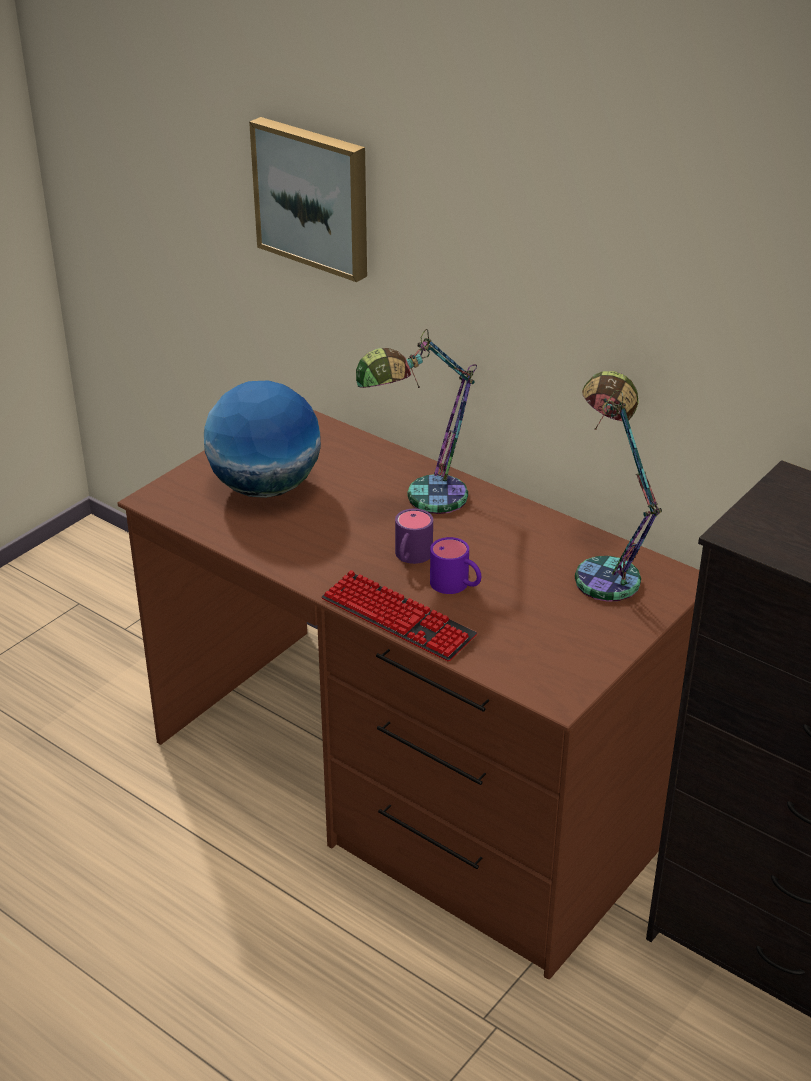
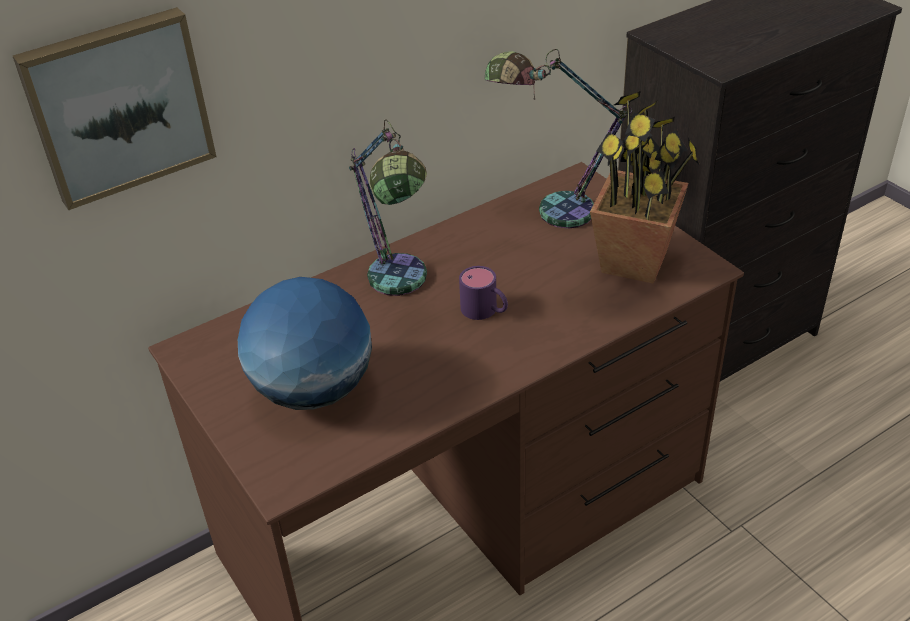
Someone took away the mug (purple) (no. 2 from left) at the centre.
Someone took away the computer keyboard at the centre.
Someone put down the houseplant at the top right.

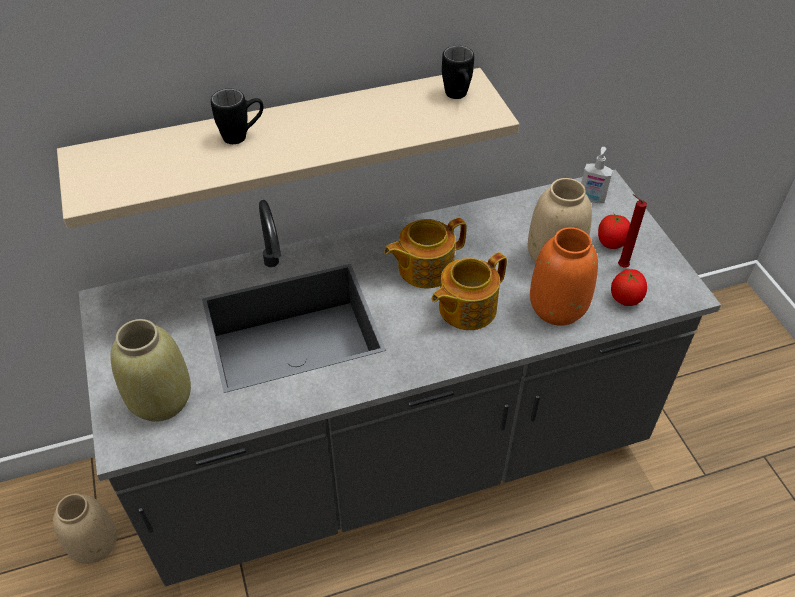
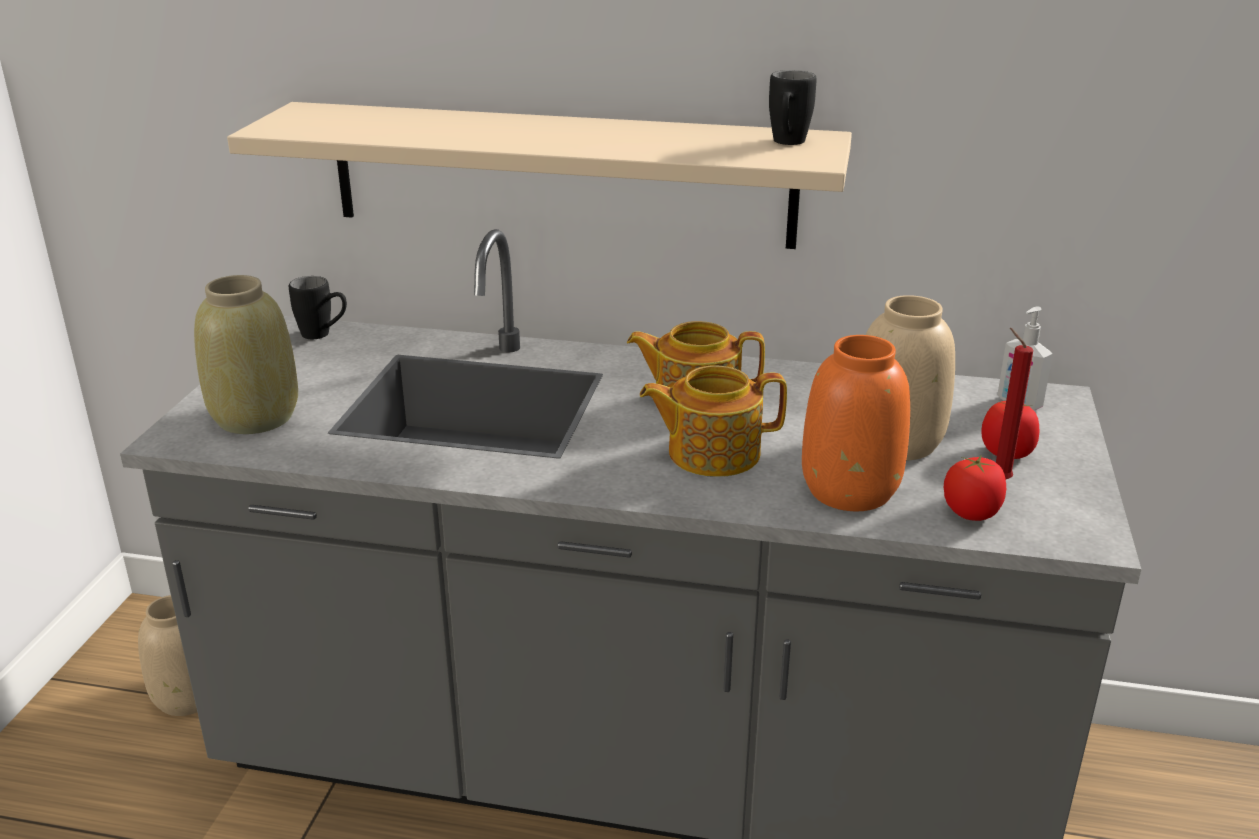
Someone carried the mug (blackish) (no. 1 from left) from the top left to the middle left.

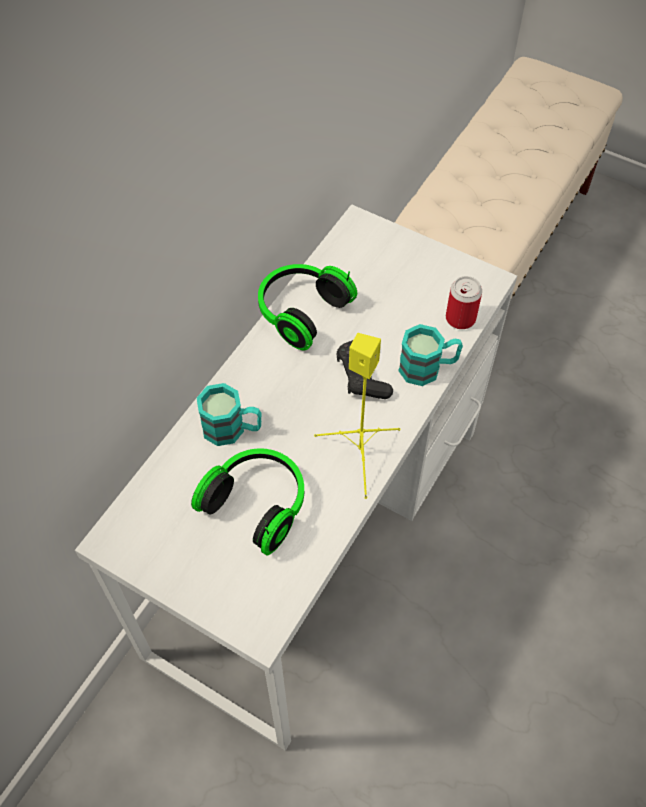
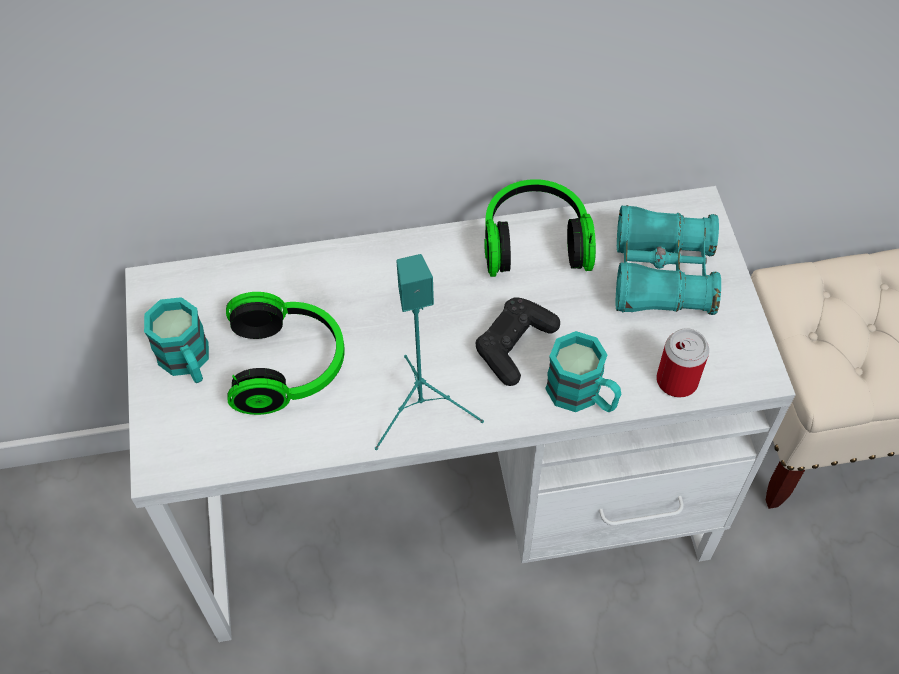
Someone repainted the loudspeaker (yellowish) at the centre, which became the loudspeaker (blue-green) at the centre.
Someone carried the mug (blue-green) (no. 1 from left) from the centre to the middle left.
Someone put down the pair of binoculars (blue-green) at the middle right.

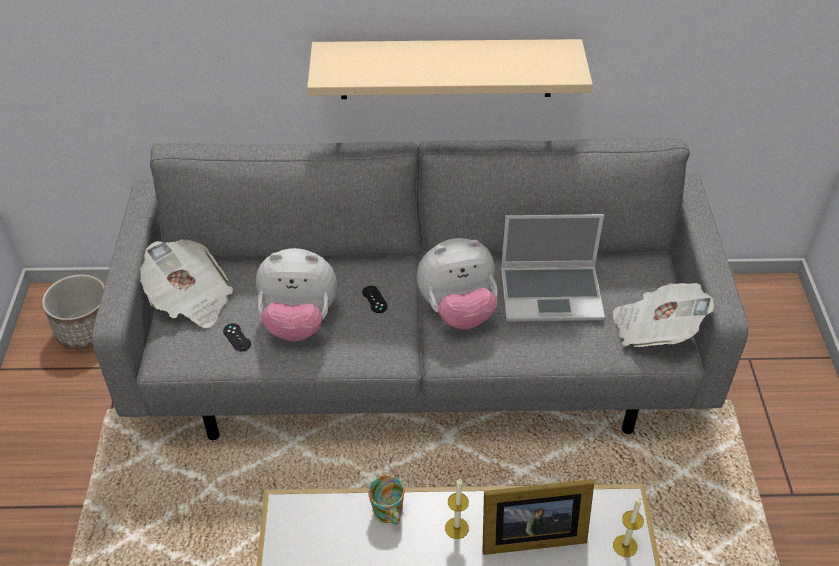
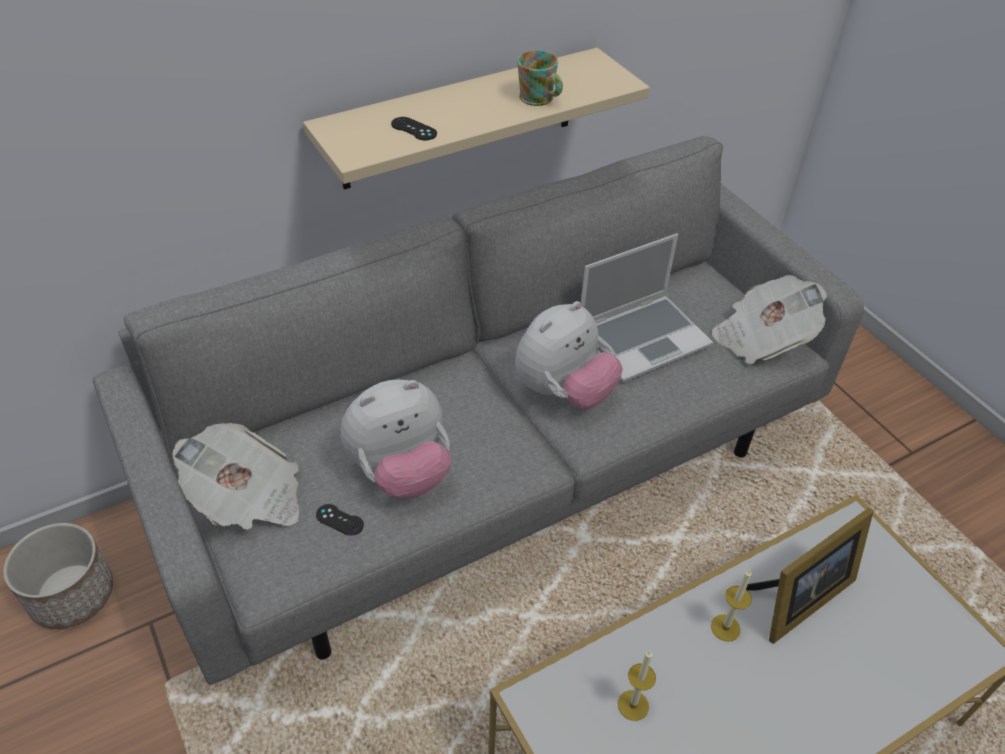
Someone carried the gamepad (blackish) (no. 2 from left) from the centre to the top centre.
Someone carried the mug from the bottom centre to the top centre.
Someone carried the candle (no. 2 from left in the first image) from the bottom right to the bottom centre.

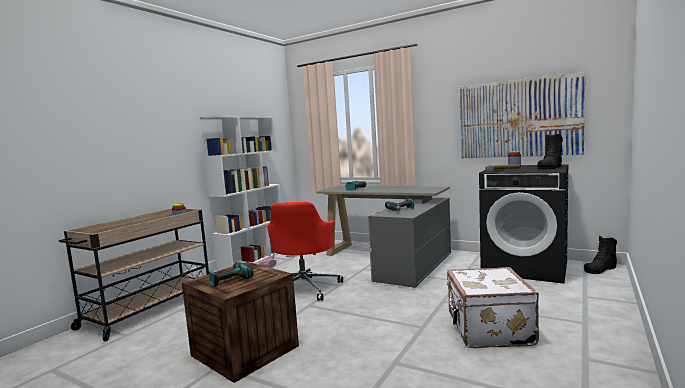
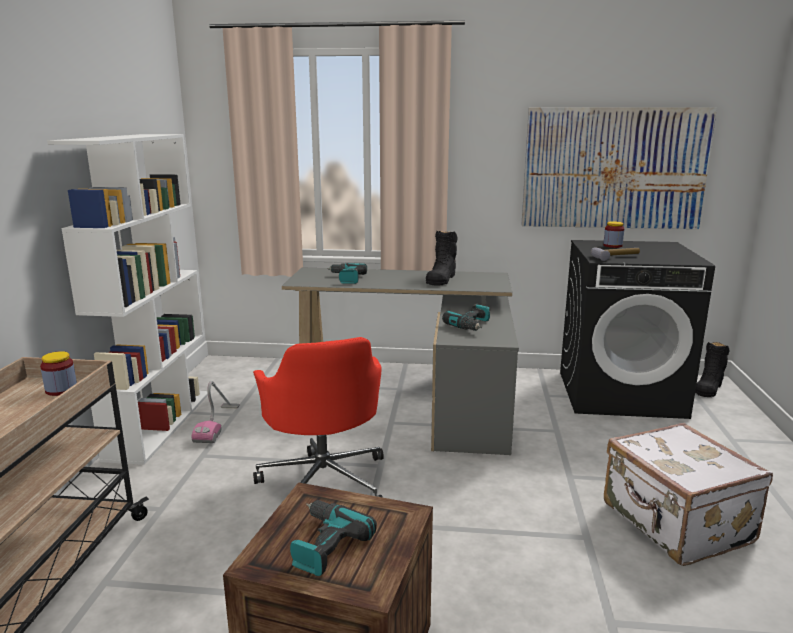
Someone carried the tall boot (blackish) (no. 1 from left) from the middle right to the centre.

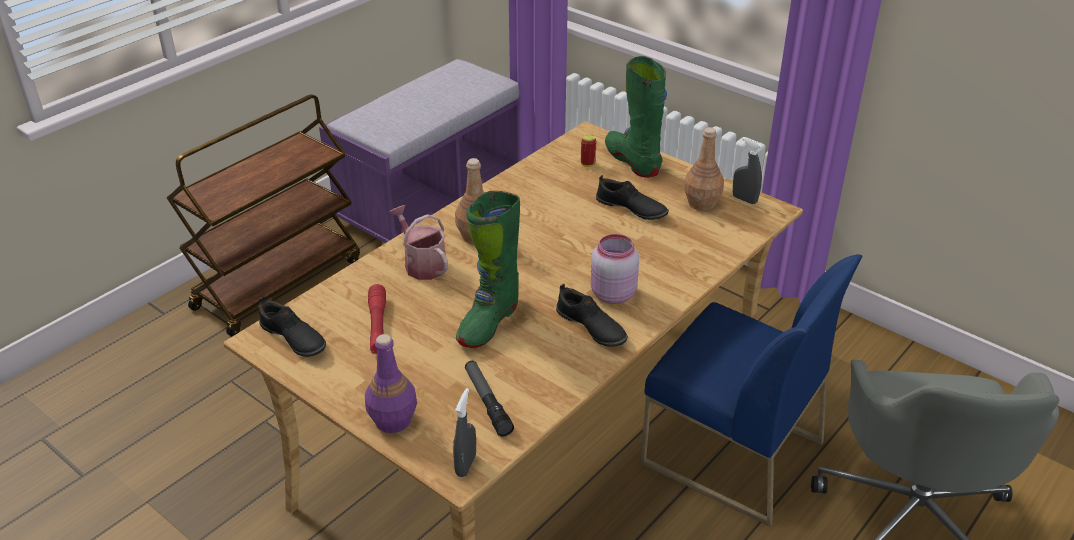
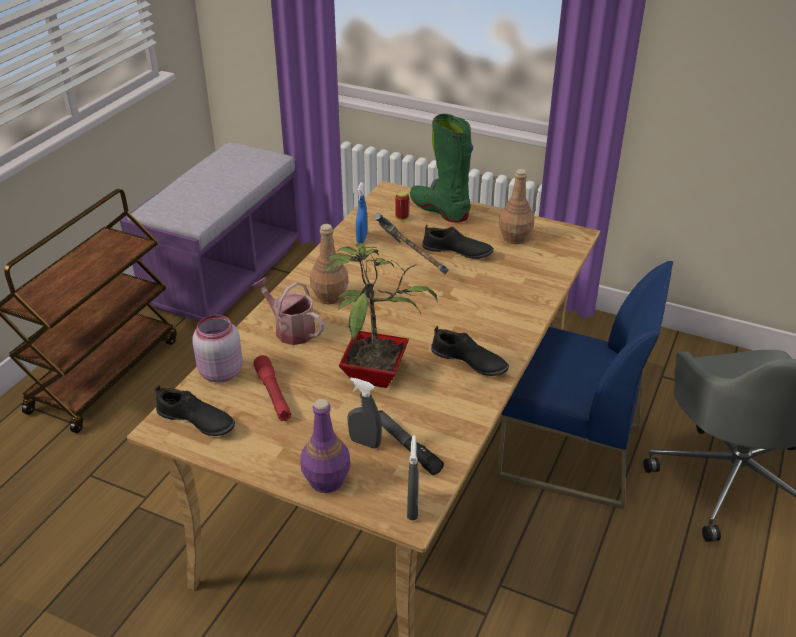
Someone carried the spray bottle (grey) (no. 2 from left in the first image) from the top right to the centre.
Someone swapped the tall boot (green) (no. 1 from left) at the centre for the houseplant at the centre.
Someone carried the storage jar (pink) from the centre to the middle left.
Someone put down the spray bottle (bluish) at the top centre.
Someone put down the hammer at the centre.

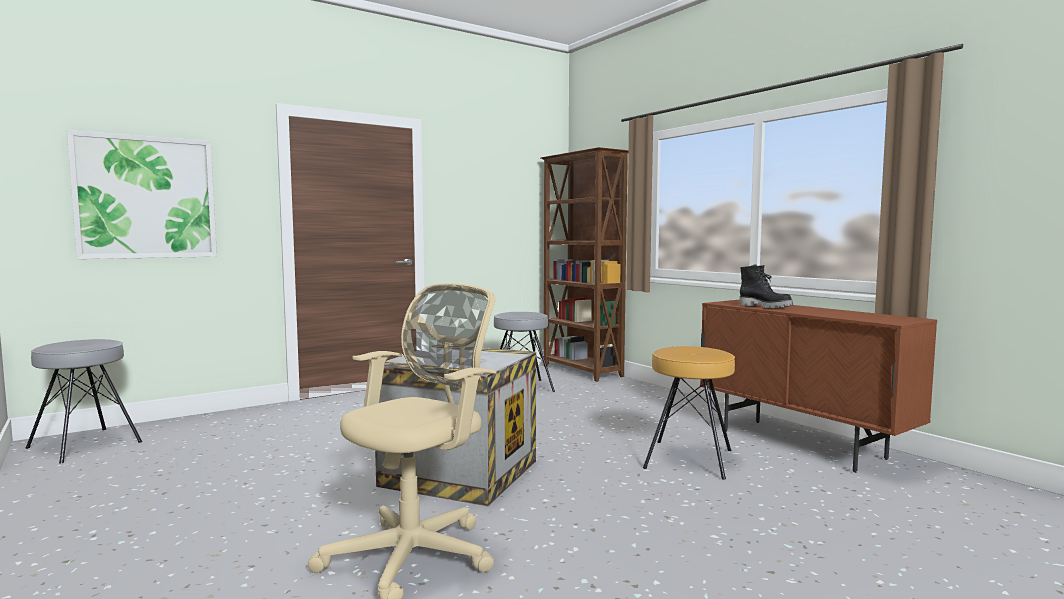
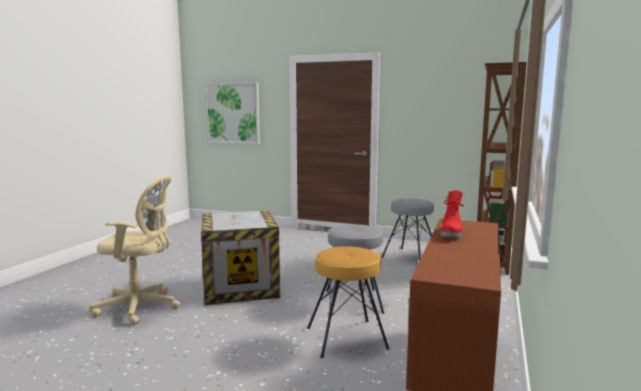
Someone repainted the tall boot (blackish) at the middle right, which became the tall boot (red) at the middle right.
Someone carried the sitting stool (grey) (no. 1 from left) from the bottom left to the bottom centre.

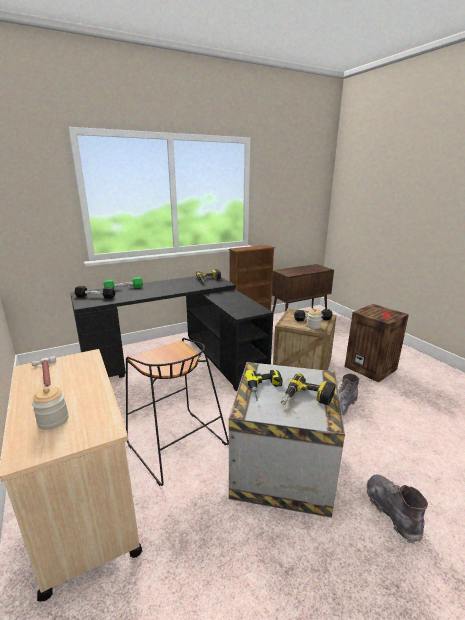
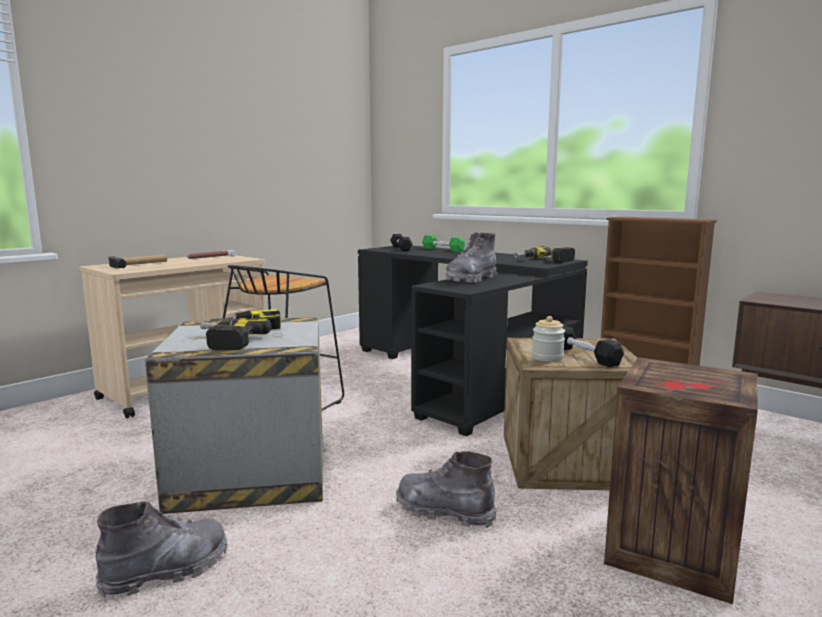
Someone swapped the storage jar (no. 1 from left) at the middle left for the hammer (no. 1 from left) at the middle left.
Someone put down the tall boot (grey) (no. 3 from left) at the centre.

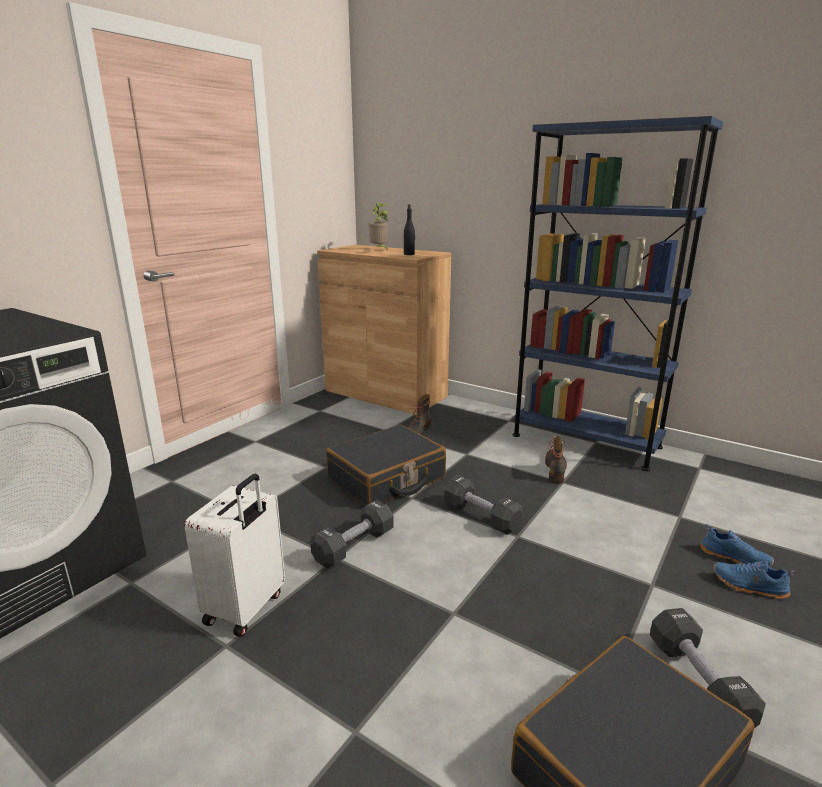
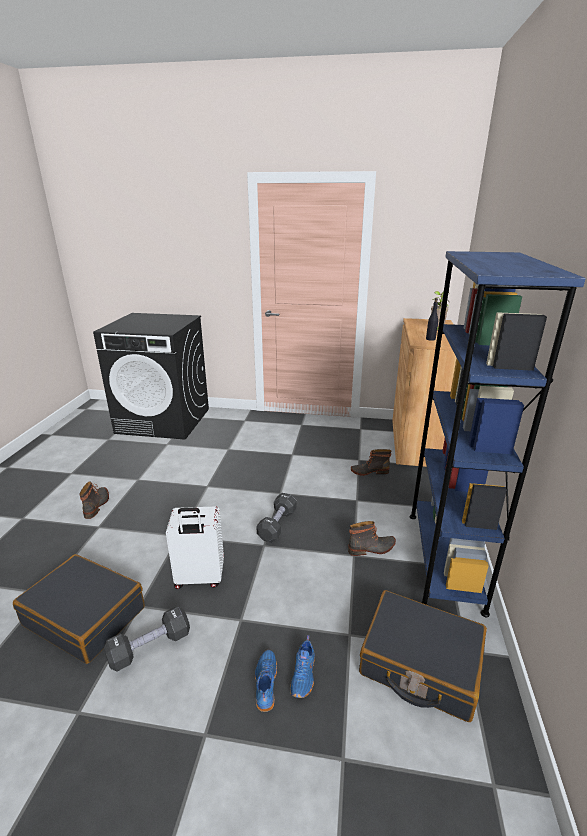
Someone carried the piece of luggage (blackish) (no. 1 from left in the first image) from the centre to the bottom right.
Someone carried the piece of luggage (white) from the bottom left to the middle left.
Someone took away the free weight (blackish) (no. 1 from left) at the bottom centre.
Someone put down the tall boot (no. 1 from left) at the middle left.

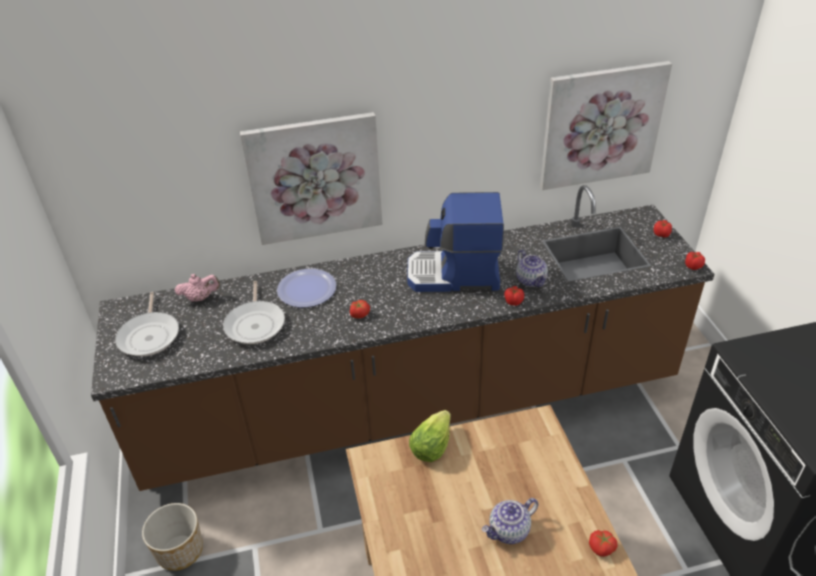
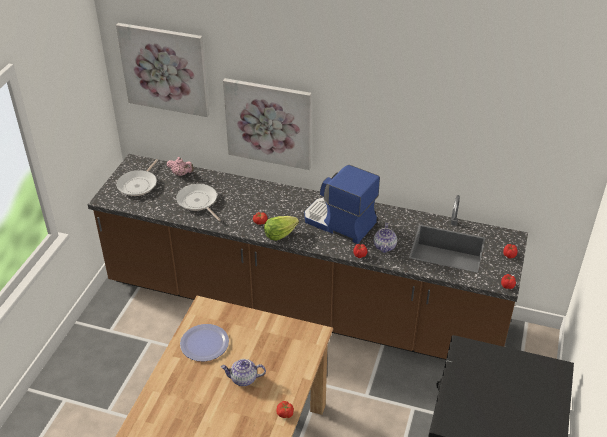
Someone carried the wall art (no. 2 from left in the first image) from the top right to the top left.
Someone carried the plate from the centre to the bottom centre.
Someone rotated the frying pan (no. 2 from left) at the middle left by 120 degrees clockwise.
Someone carried the lettuce head from the bottom centre to the centre.
Someone took away the plant pot at the bottom left.

